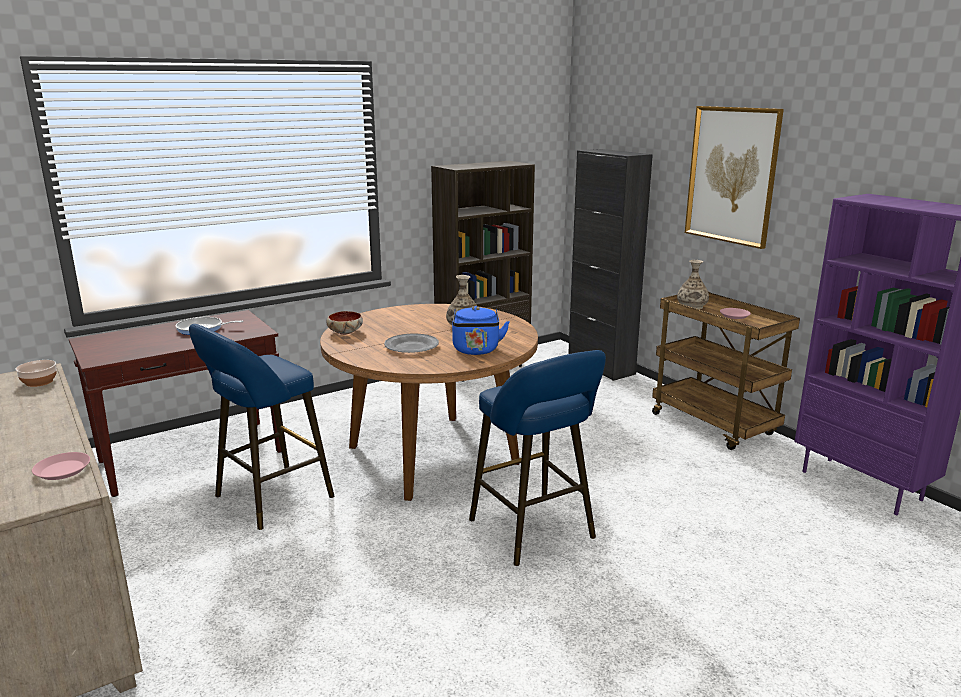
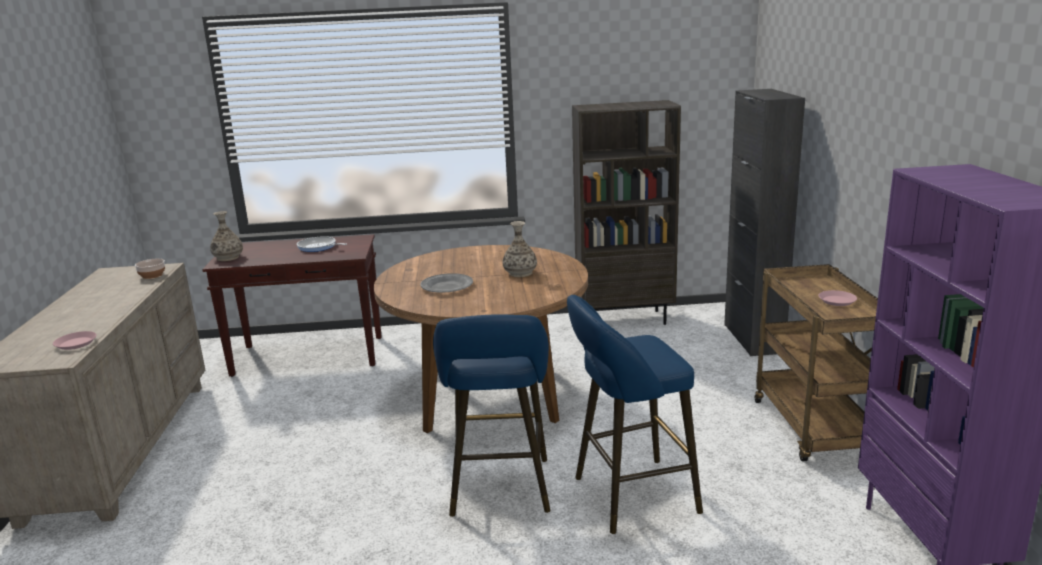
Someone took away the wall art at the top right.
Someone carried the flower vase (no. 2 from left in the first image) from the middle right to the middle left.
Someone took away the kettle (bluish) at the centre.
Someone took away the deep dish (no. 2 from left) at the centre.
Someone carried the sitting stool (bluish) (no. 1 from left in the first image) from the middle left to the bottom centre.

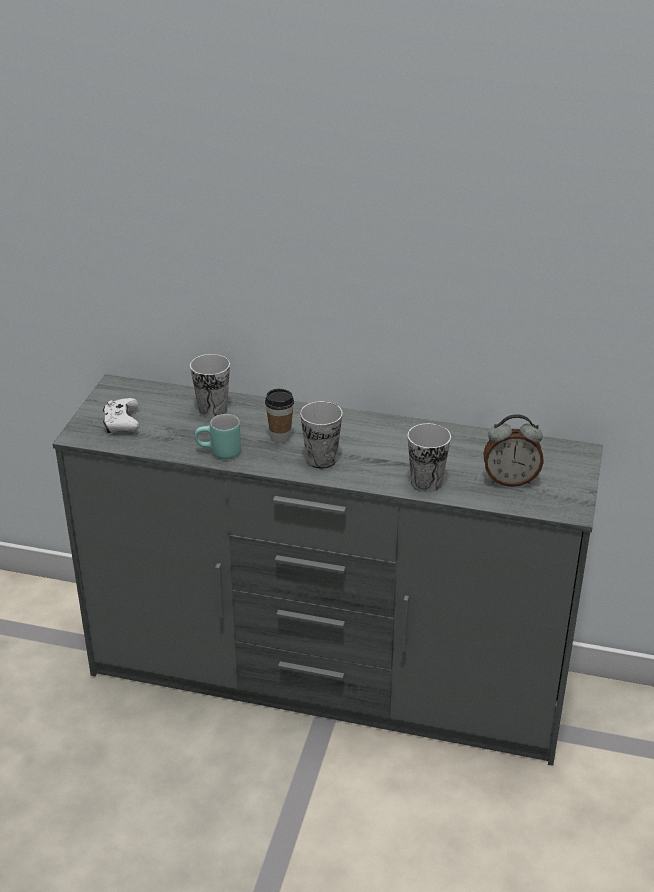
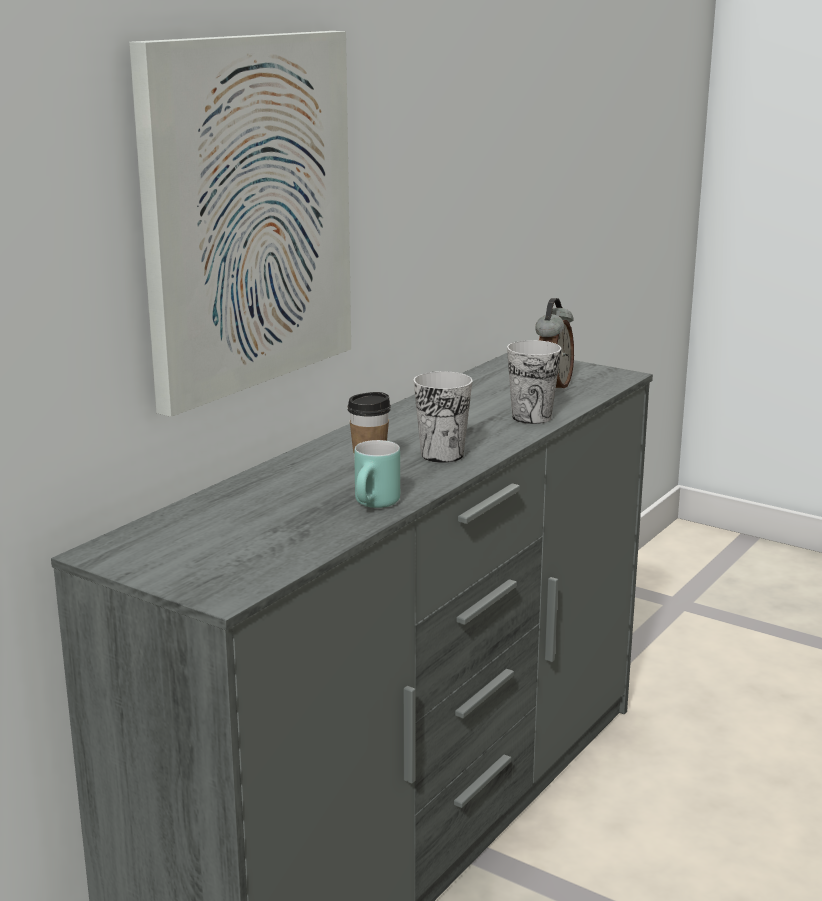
Someone took away the drinking cup (no. 1 from left) at the middle left.
Someone took away the gamepad (white) at the middle left.
Someone put up the wall art at the top left.

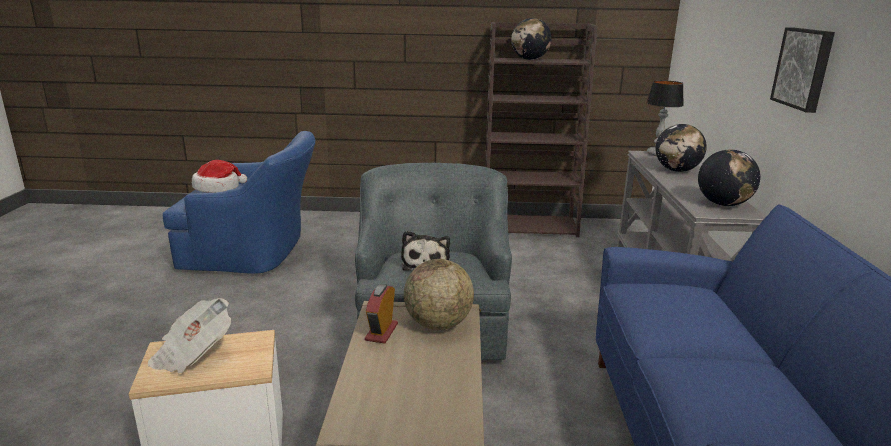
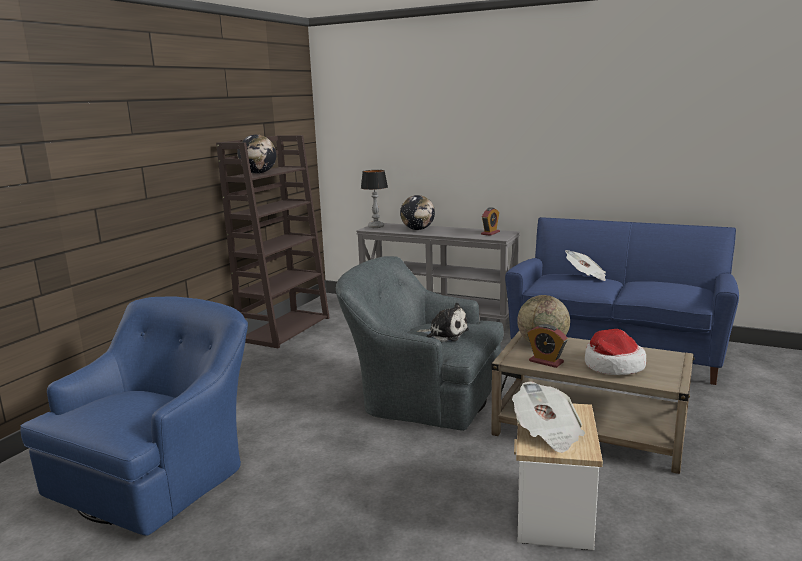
Someone took away the wall art at the top right.
Someone swapped the desk globe (no. 4 from left) at the middle right for the bedside clock (no. 1 from left) at the centre.
Someone carried the clothing hat from the middle left to the middle right.
Someone put down the daily paper (no. 2 from left) at the middle right.

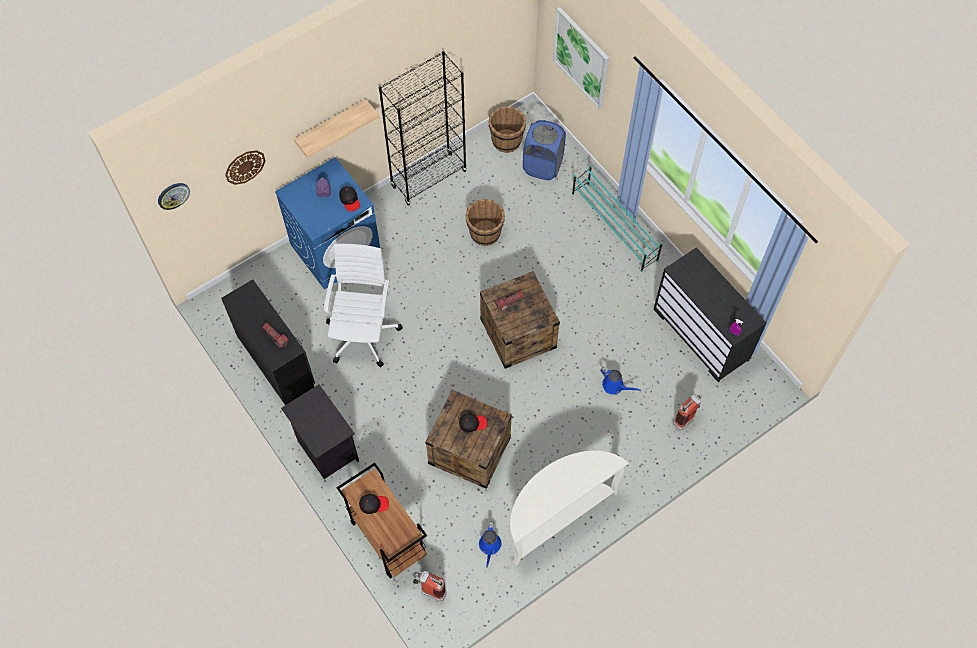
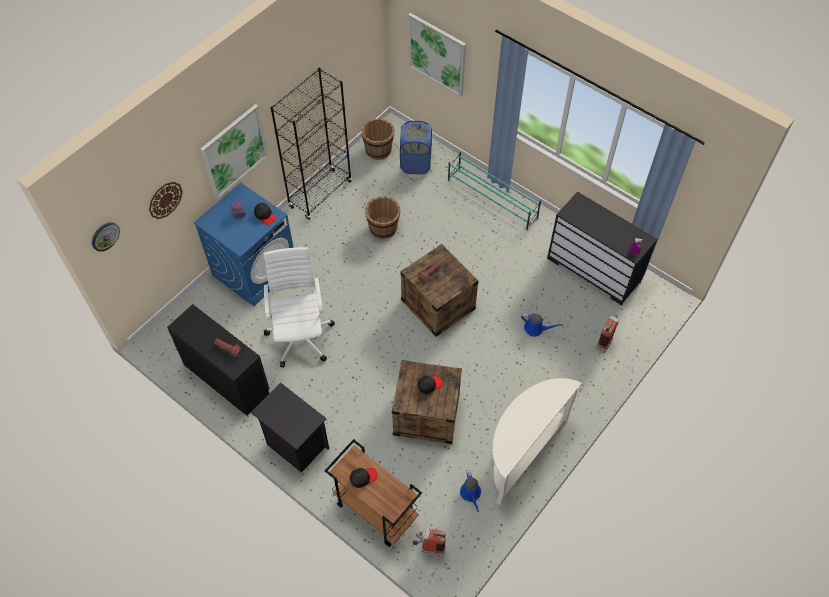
Someone swapped the wall shelf at the top centre for the wall art (no. 1 from left) at the top left.

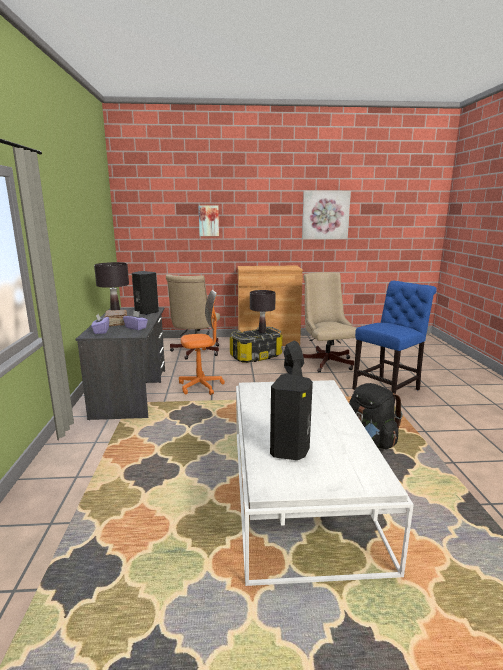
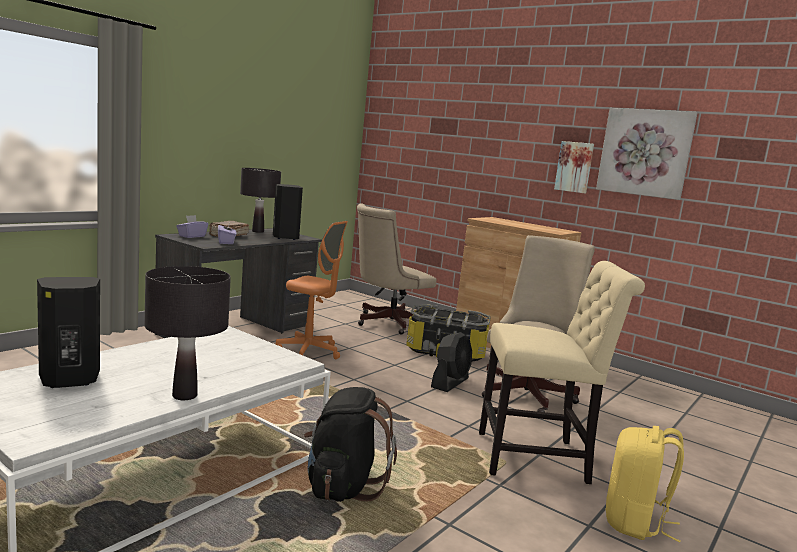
Someone carried the wall art (no. 1 from left) from the top centre to the top right.
Someone repainted the upright chair (bluish) at the middle right, which became the upright chair (sand-coloured) at the bottom right.
Someone carried the tabletop lamp (blackish) (no. 2 from left in the first image) from the centre to the middle left.
Someone put down the backpack (yellowish) at the bottom right.

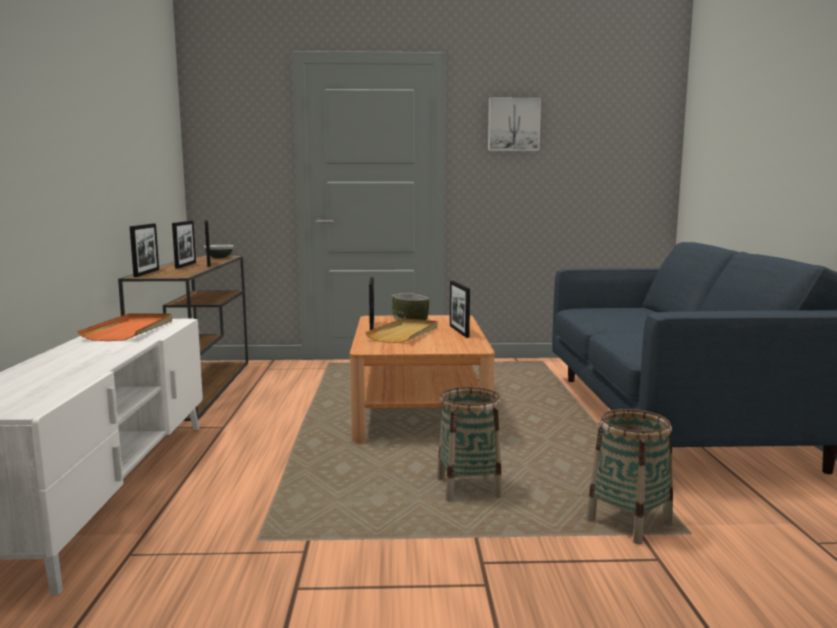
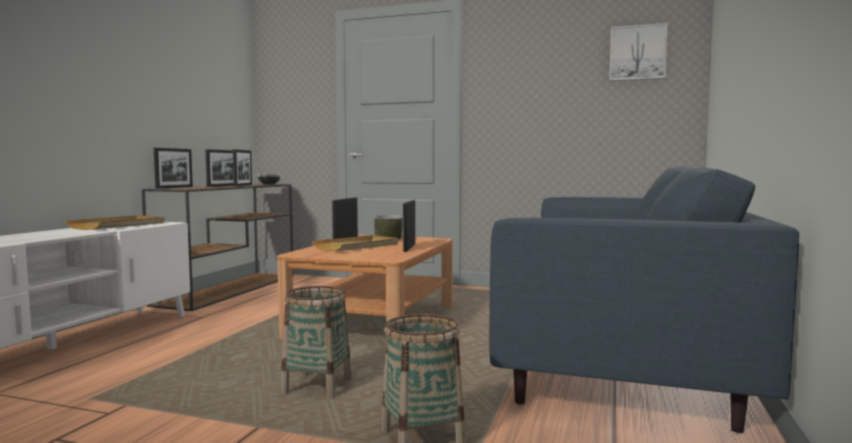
Someone carried the wall art from the top centre to the top right.
Someone repainted the carrying tray (orange-coloured) at the middle left, which became the carrying tray (sand-coloured) (no. 1 from left) at the middle left.

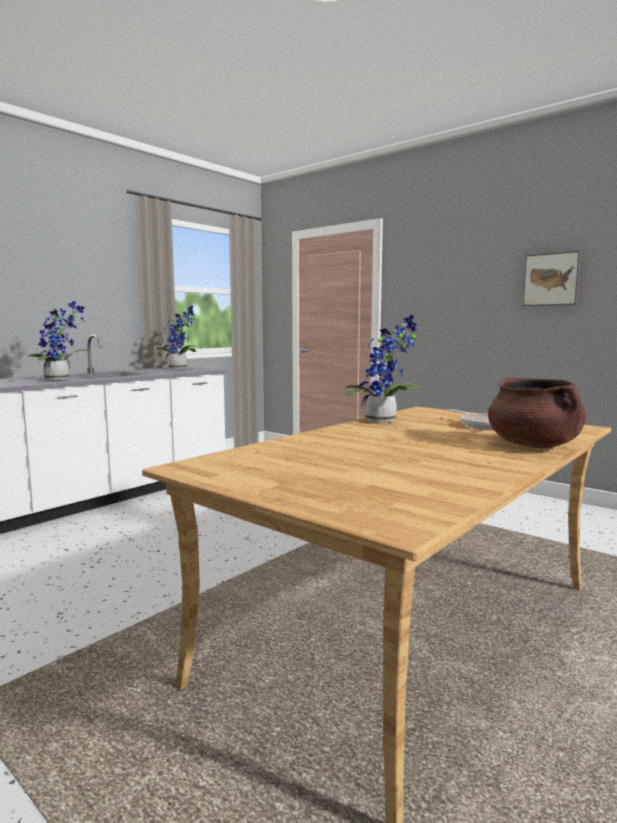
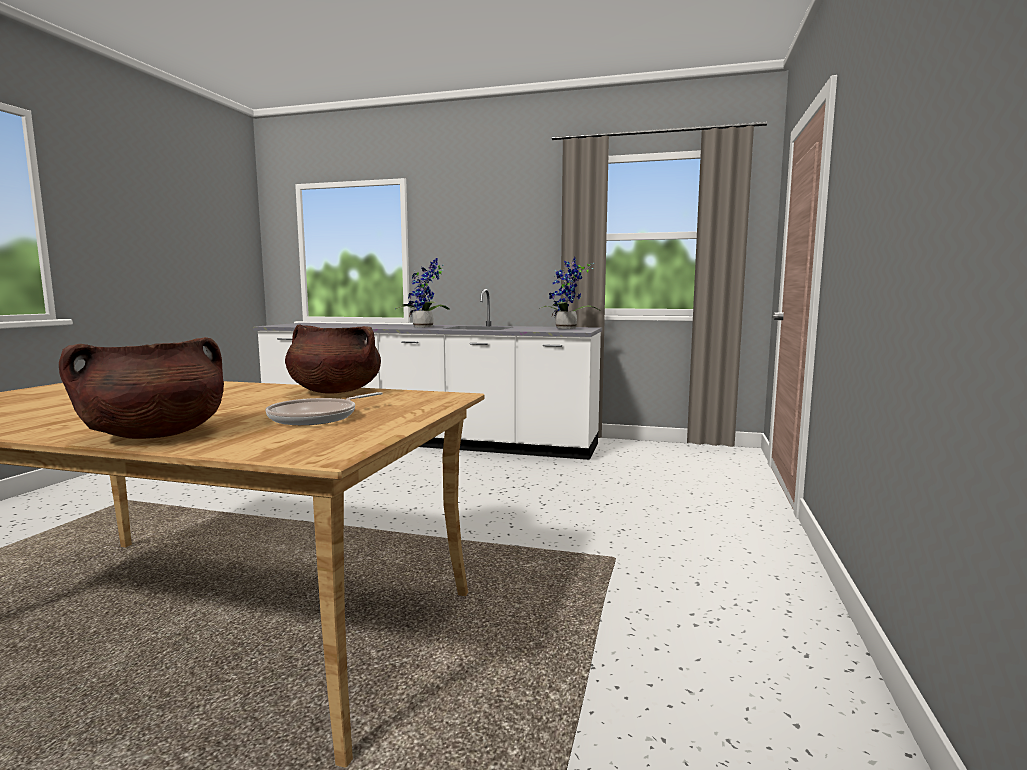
Someone took away the wall art at the middle right.
Someone swapped the houseplant (no. 3 from left) at the centre for the saucepot (brownish) (no. 2 from left) at the middle left.

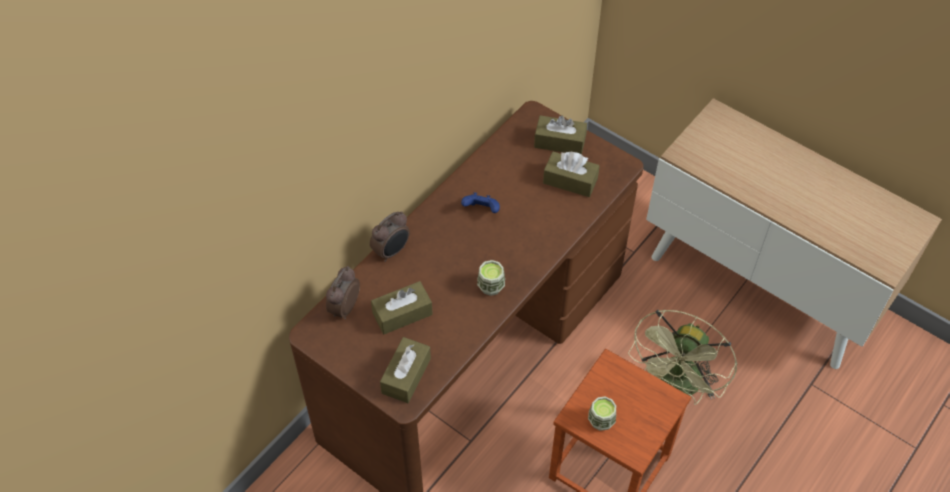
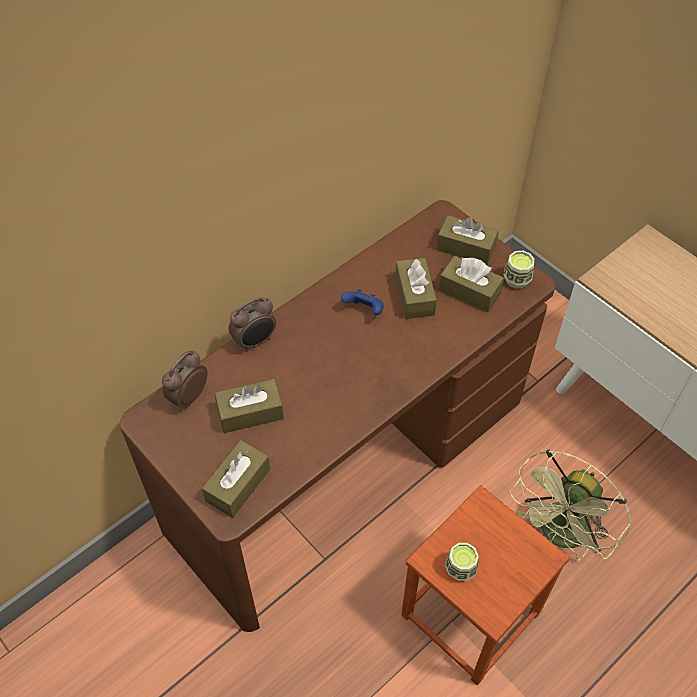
Someone carried the drinking cup (no. 1 from left in the first image) from the centre to the middle right.
Someone put down the box of tissues (brownish) (no. 3 from left) at the centre.

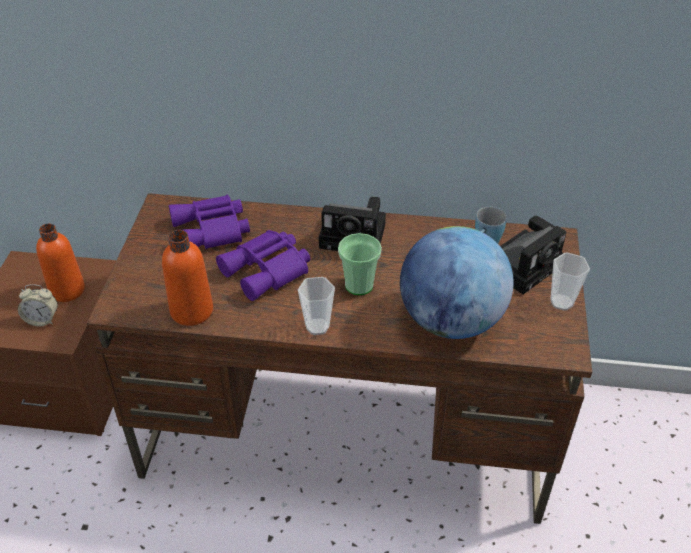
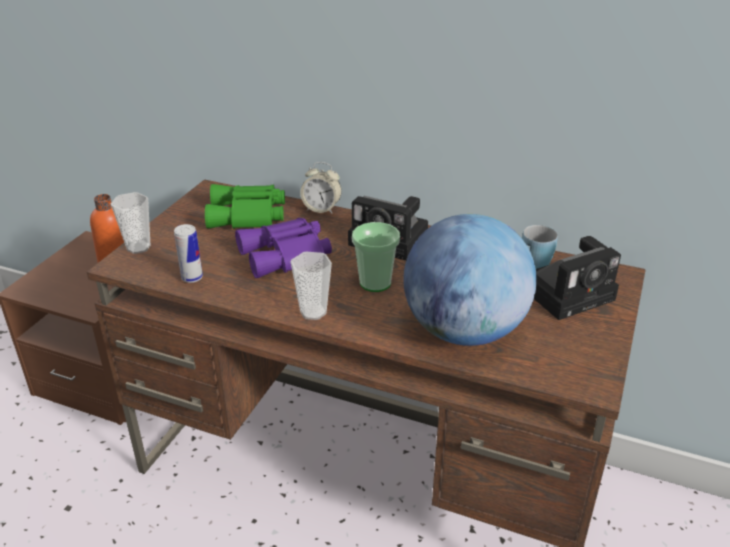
Someone repainted the pair of binoculars (purple) (no. 1 from left) at the middle left, which became the pair of binoculars (green) at the centre.
Someone swapped the drink bottle (orange-coloured) (no. 2 from left) at the middle left for the sealed can at the middle left.
Someone carried the drinking cup (no. 3 from left in the first image) from the middle right to the middle left.
Someone carried the bedside clock from the middle left to the centre.

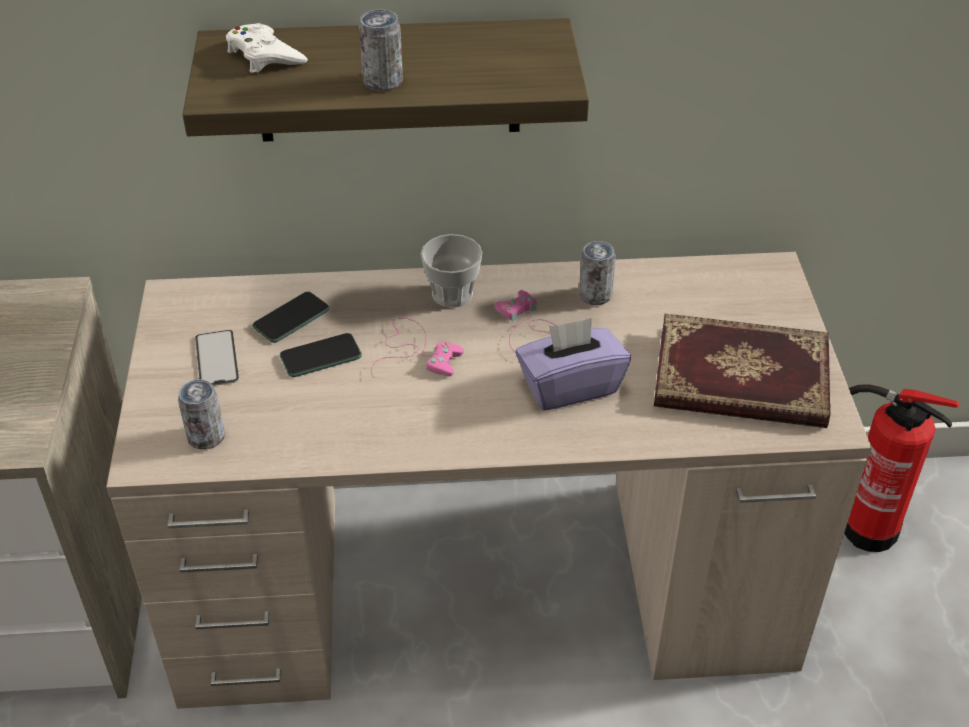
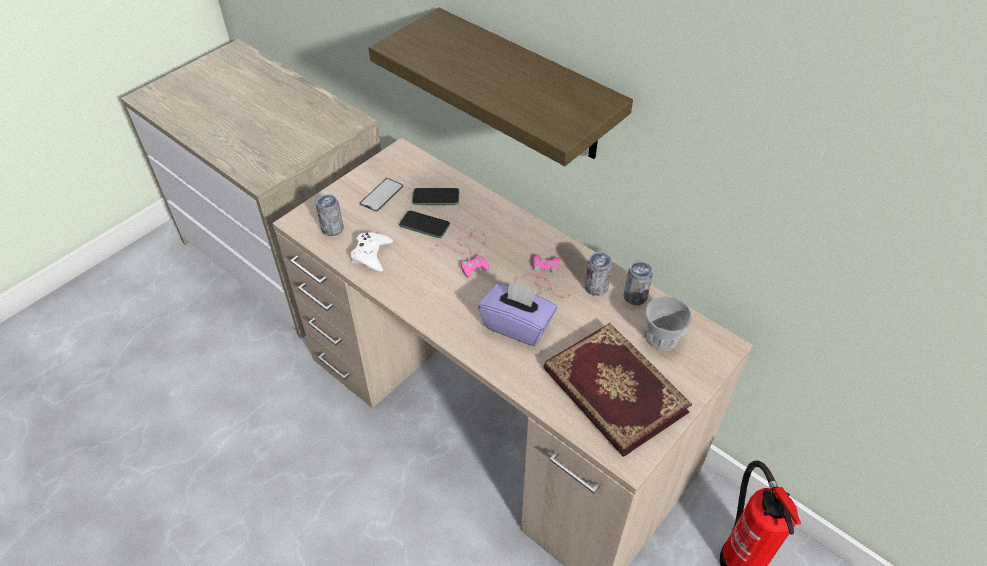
Someone carried the sealed can (no. 2 from left in the first image) from the top centre to the centre.
Someone carried the gamepad (white) from the top left to the centre.
Someone carried the drinking cup from the centre to the middle right.

